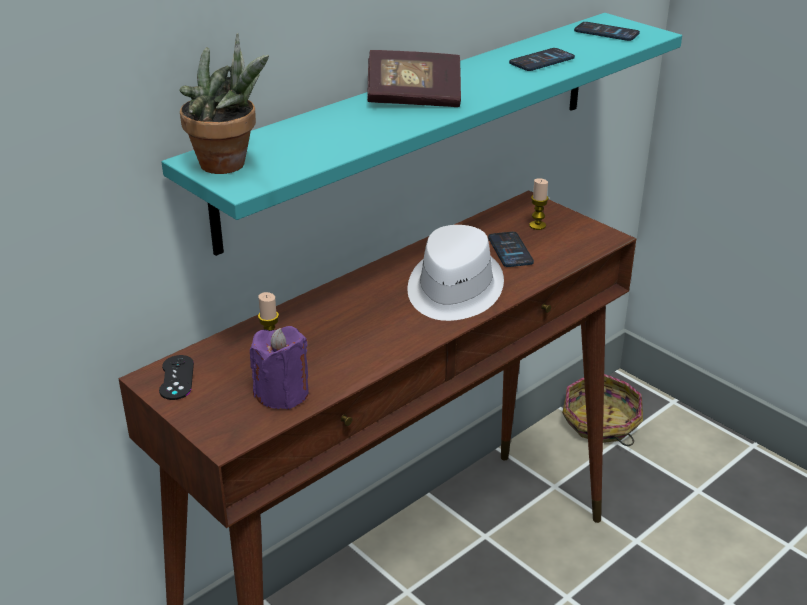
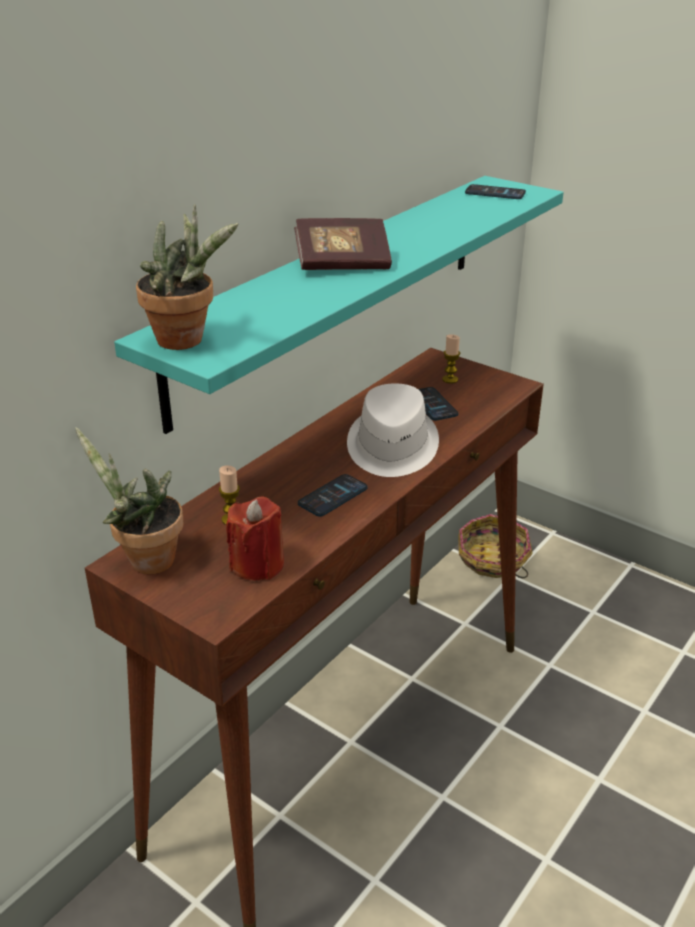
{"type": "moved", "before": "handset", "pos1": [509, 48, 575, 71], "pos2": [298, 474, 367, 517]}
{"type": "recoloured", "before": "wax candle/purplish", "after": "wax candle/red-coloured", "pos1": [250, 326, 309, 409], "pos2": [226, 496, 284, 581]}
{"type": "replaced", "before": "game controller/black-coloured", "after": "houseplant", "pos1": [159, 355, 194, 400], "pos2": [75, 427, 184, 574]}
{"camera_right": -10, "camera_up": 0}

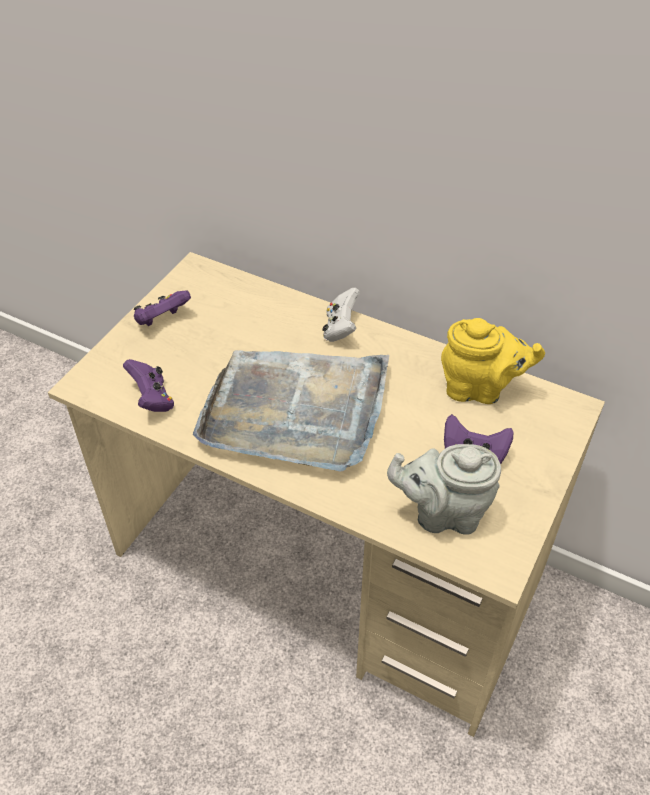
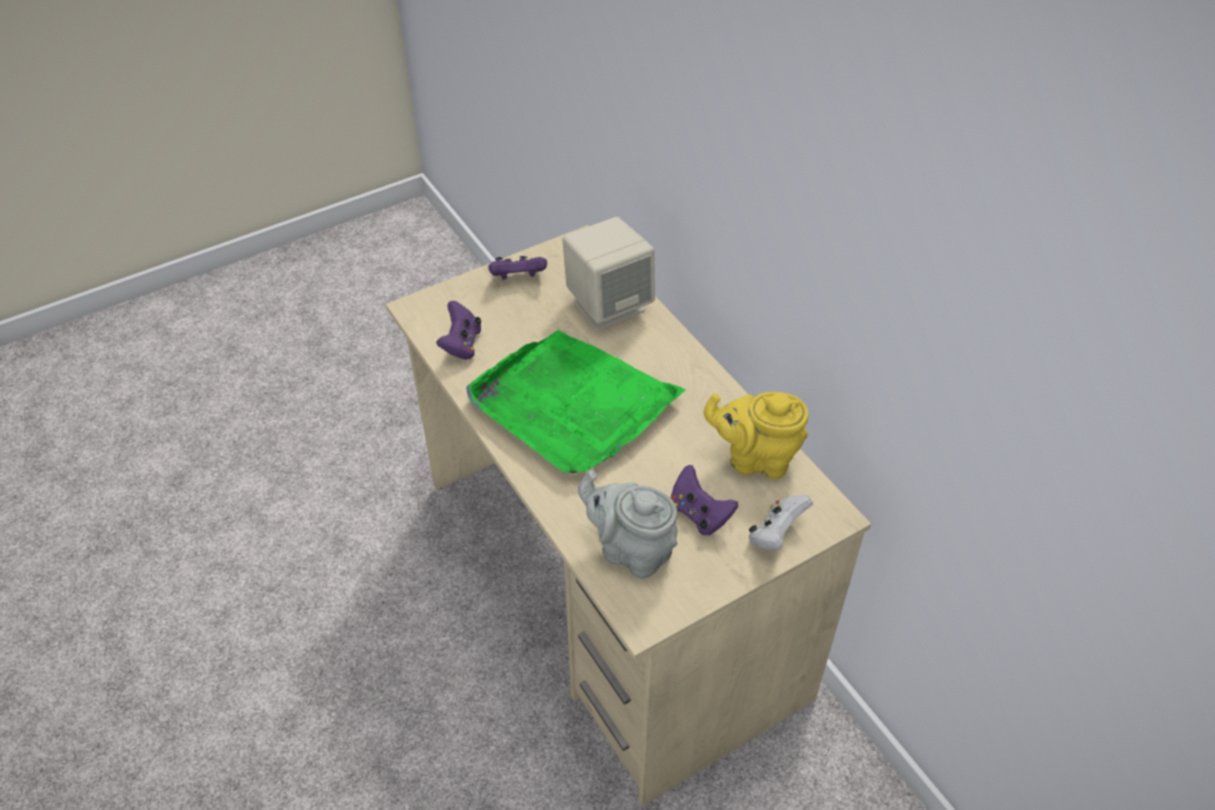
{"type": "moved", "before": "game controller/white-coloured", "pos1": [322, 288, 360, 342], "pos2": [749, 495, 813, 550]}
{"type": "turned", "before": "pot for tea/yellow-coloured", "pos1": [441, 318, 545, 404], "pos2": [704, 392, 808, 479], "turn": 150}
{"type": "recoloured", "before": "carrying tray/gray", "after": "carrying tray/green", "pos1": [193, 350, 389, 471], "pos2": [466, 330, 686, 474]}
{"type": "added", "after": "audio speaker/beige-coloured", "pos2": [562, 217, 655, 330]}
{"camera_right": 30, "camera_up": 0}

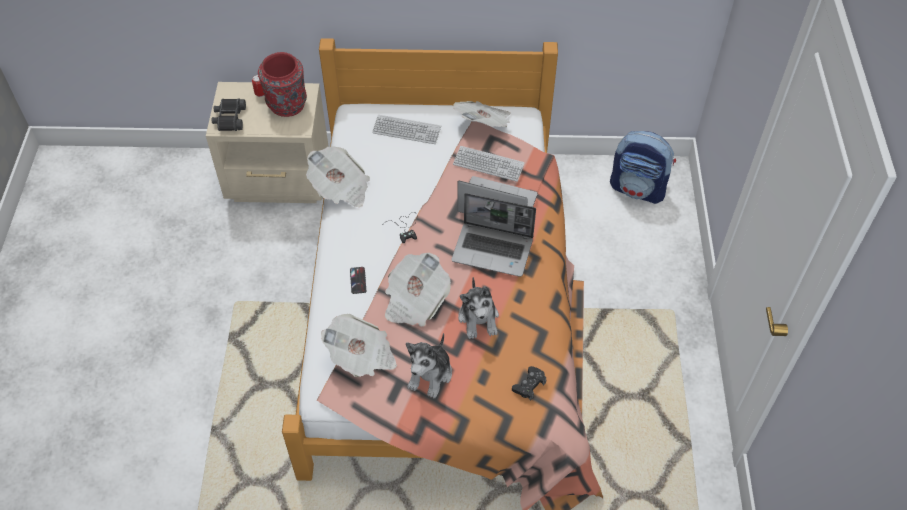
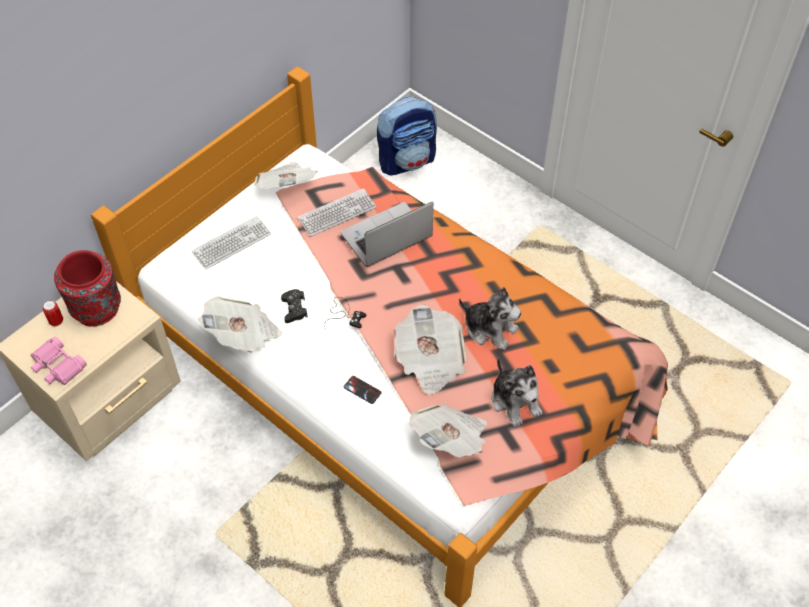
{"type": "recoloured", "before": "pair of binoculars/black-coloured", "after": "pair of binoculars/pink-coloured", "pos1": [212, 99, 246, 131], "pos2": [31, 336, 87, 385]}
{"type": "removed", "before": "notebook computer", "pos1": [452, 193, 536, 277]}
{"type": "moved", "before": "game controller/black-coloured", "pos1": [512, 366, 546, 400], "pos2": [281, 289, 308, 323]}
{"camera_right": -50, "camera_up": 0}

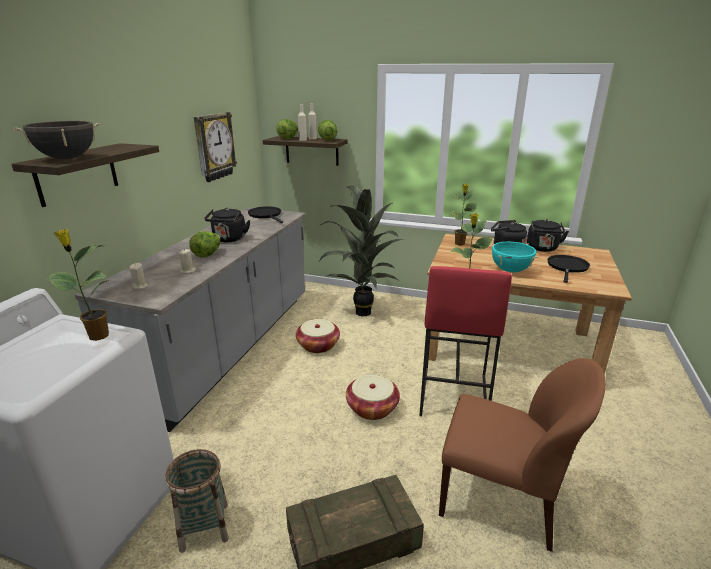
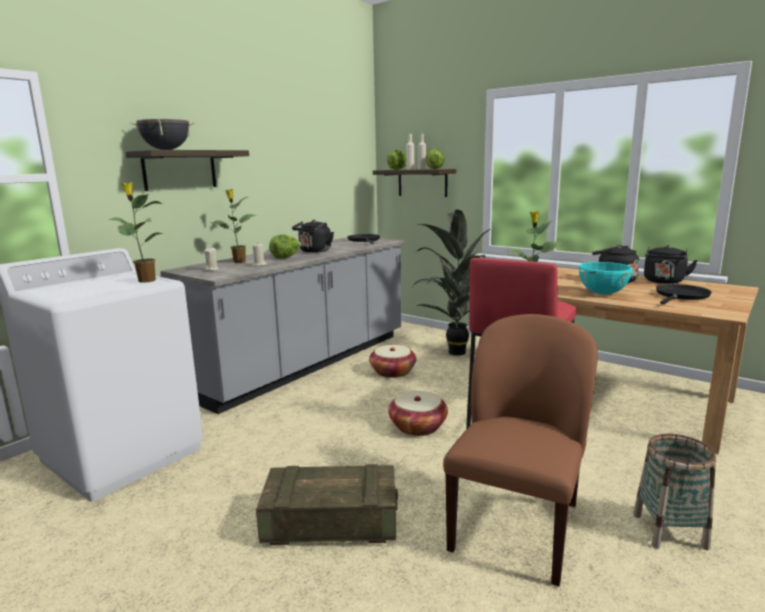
{"type": "removed", "before": "clock on the wall", "pos1": [194, 112, 237, 182]}
{"type": "moved", "before": "houseplant", "pos1": [449, 184, 477, 245], "pos2": [210, 189, 257, 263]}
{"type": "turned", "before": "chair/brown", "pos1": [439, 358, 606, 552], "pos2": [443, 314, 598, 587], "turn": -105}
{"type": "moved", "before": "basket", "pos1": [165, 449, 229, 553], "pos2": [633, 433, 716, 550]}
{"camera_right": 20, "camera_up": -10}

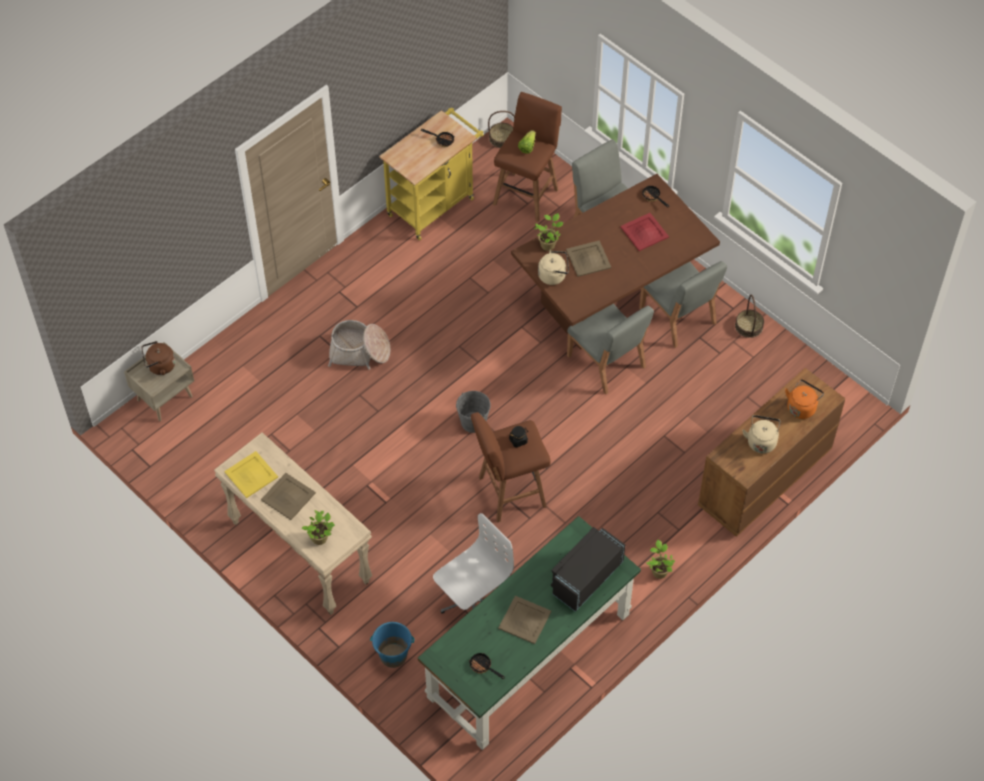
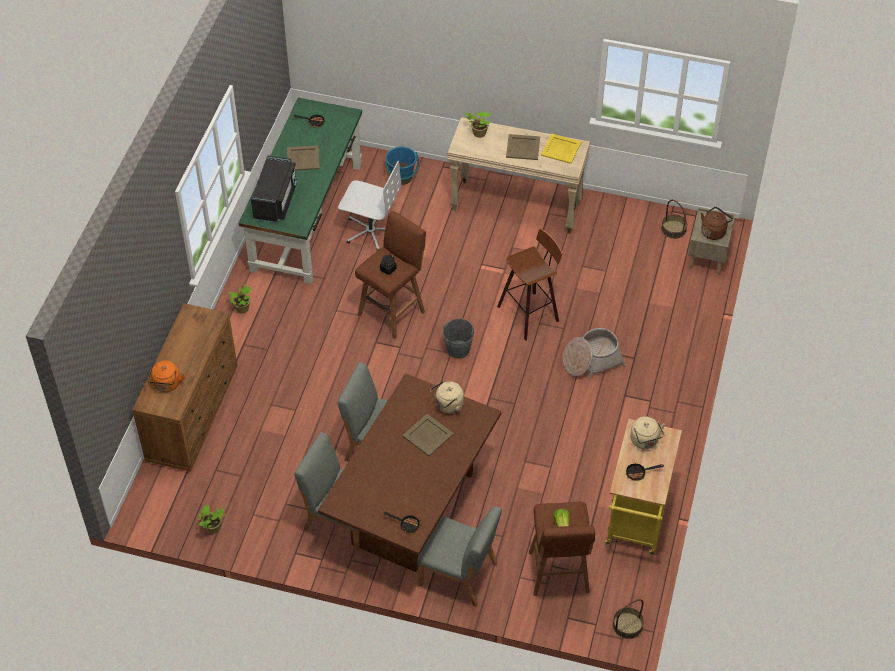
{"type": "moved", "before": "houseplant", "pos1": [534, 213, 563, 251], "pos2": [198, 505, 225, 534]}
{"type": "removed", "before": "carrying tray/red-coloured", "pos1": [620, 213, 669, 251]}
{"type": "moved", "before": "basket", "pos1": [735, 295, 764, 338], "pos2": [661, 200, 687, 239]}
{"type": "moved", "before": "kettle/beige-coloured", "pos1": [742, 415, 780, 454], "pos2": [630, 417, 665, 449]}
{"type": "turned", "before": "office chair/white-coloured", "pos1": [433, 513, 514, 613], "pos2": [338, 161, 401, 251], "turn": -90}
{"type": "added", "after": "sitting stool", "pos2": [497, 229, 562, 341]}
{"camera_right": 150, "camera_up": -5}

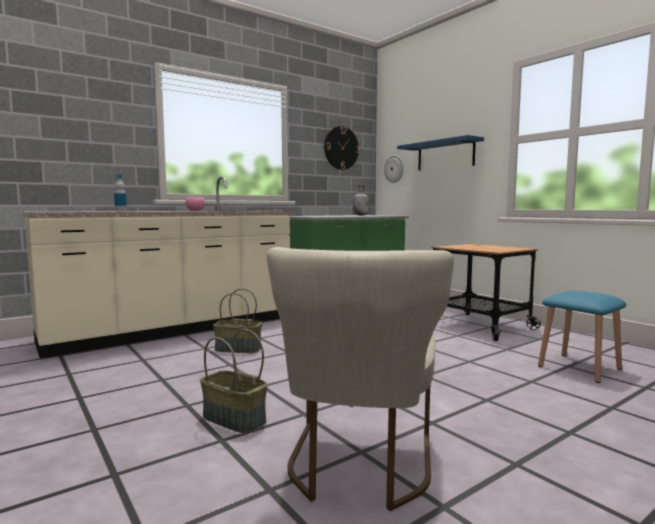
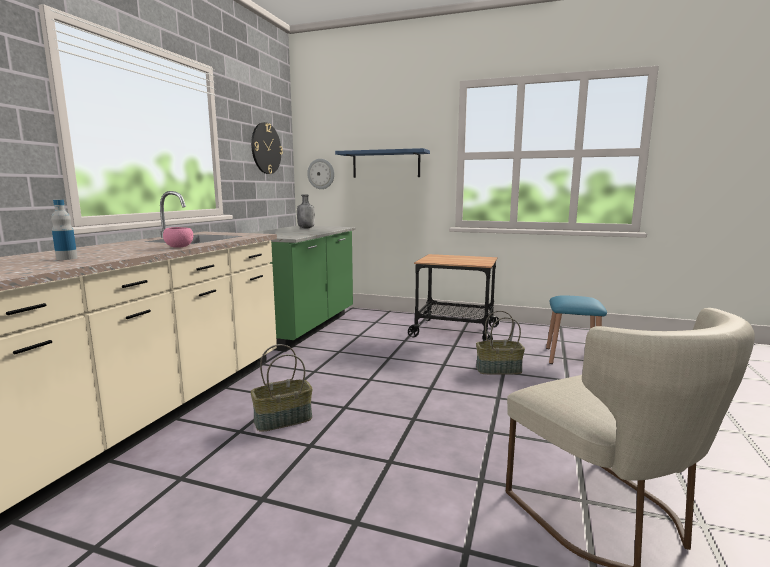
{"type": "moved", "before": "basket", "pos1": [200, 329, 267, 433], "pos2": [476, 311, 525, 374]}
{"camera_right": -35, "camera_up": 5}

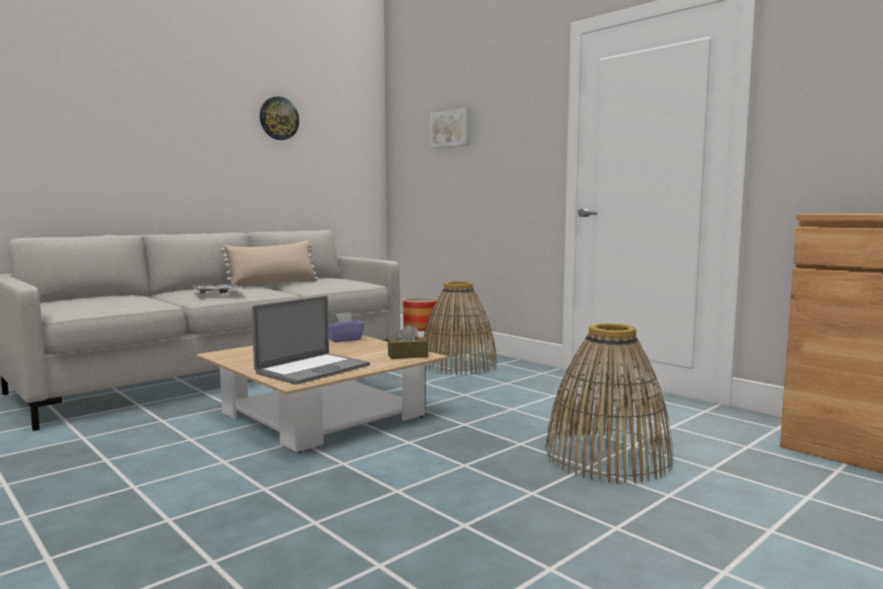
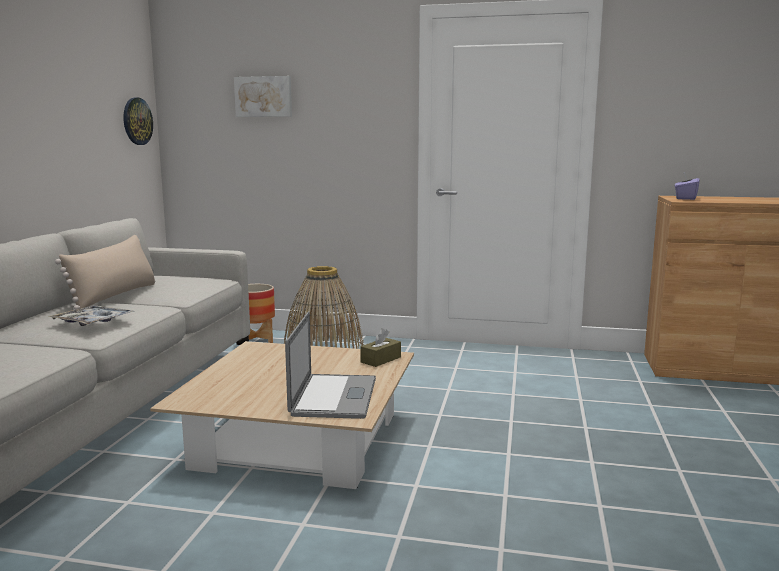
{"type": "moved", "before": "clock on the wall", "pos1": [260, 96, 299, 140], "pos2": [123, 98, 153, 145]}
{"type": "moved", "before": "tissue box/purplish", "pos1": [329, 312, 365, 342], "pos2": [675, 172, 700, 200]}
{"type": "removed", "before": "basket", "pos1": [545, 323, 674, 484]}
{"camera_right": -35, "camera_up": 5}

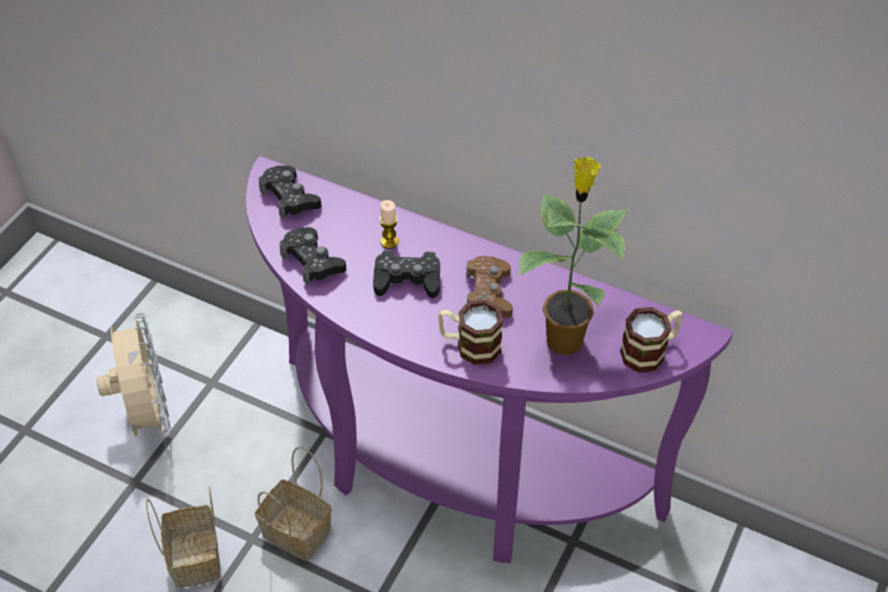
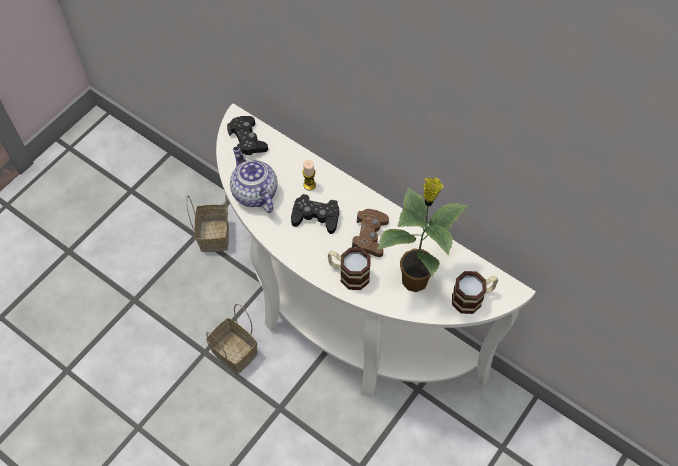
{"type": "recoloured", "before": "hall table/purplish", "after": "hall table/white-coloured", "pos1": [246, 156, 734, 563], "pos2": [216, 103, 536, 398]}
{"type": "replaced", "before": "game controller/black-coloured", "after": "pot for tea", "pos1": [280, 227, 346, 285], "pos2": [230, 147, 278, 213]}
{"type": "removed", "before": "cooling fan/beige-coloured", "pos1": [96, 313, 171, 439]}
{"type": "moved", "before": "basket", "pos1": [146, 487, 220, 588], "pos2": [186, 194, 229, 252]}
{"camera_right": 10, "camera_up": 10}

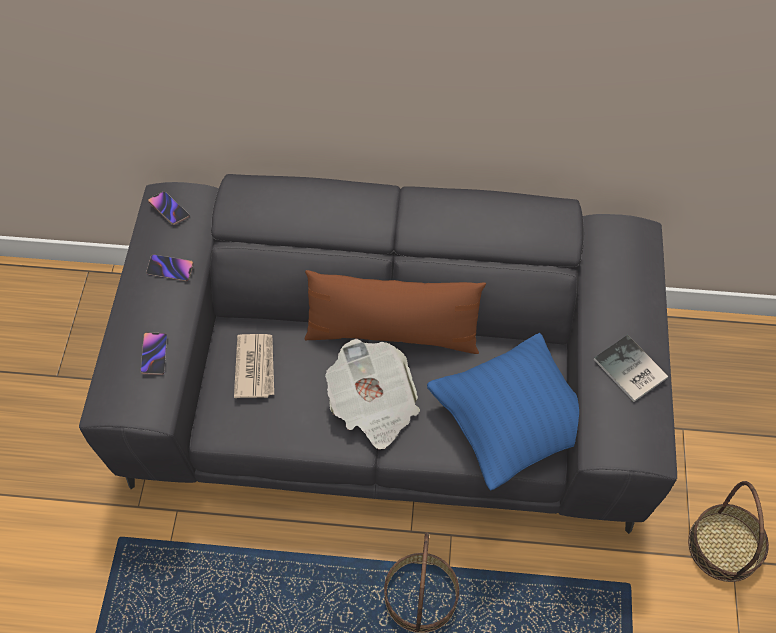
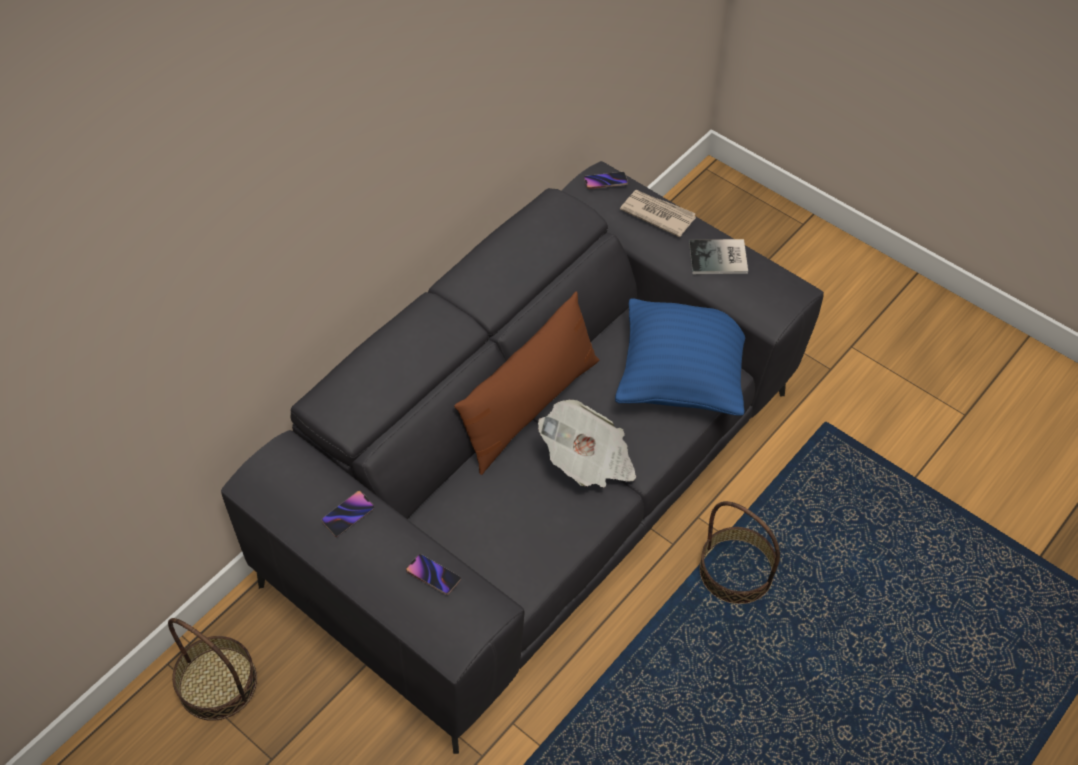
{"type": "moved", "before": "handset", "pos1": [148, 192, 189, 225], "pos2": [584, 172, 628, 189]}
{"type": "moved", "before": "printed paper", "pos1": [234, 334, 274, 398], "pos2": [620, 190, 696, 237]}
{"type": "moved", "before": "basket", "pos1": [688, 481, 769, 582], "pos2": [168, 618, 257, 721]}
{"camera_right": -55, "camera_up": -5}

